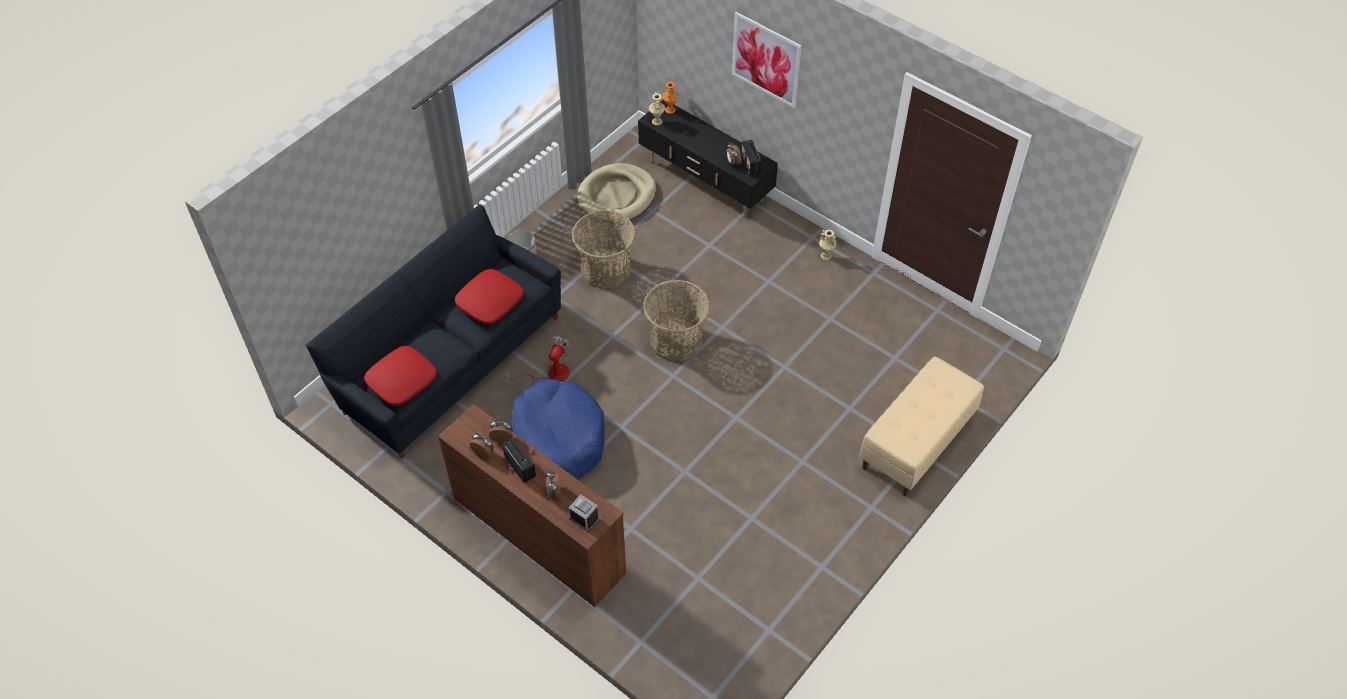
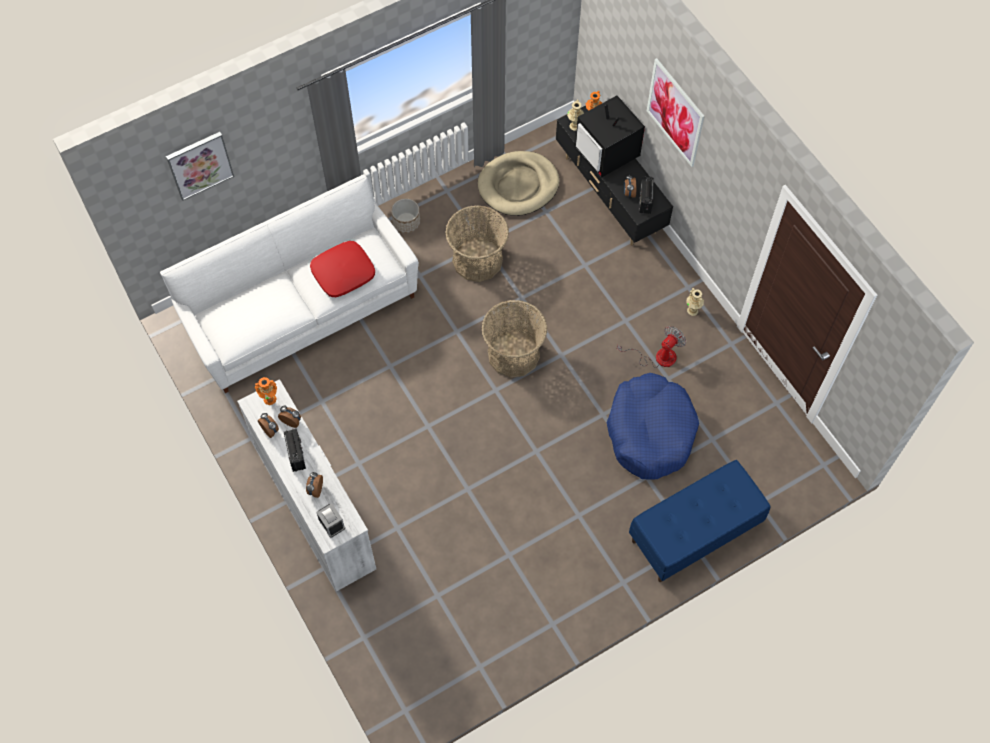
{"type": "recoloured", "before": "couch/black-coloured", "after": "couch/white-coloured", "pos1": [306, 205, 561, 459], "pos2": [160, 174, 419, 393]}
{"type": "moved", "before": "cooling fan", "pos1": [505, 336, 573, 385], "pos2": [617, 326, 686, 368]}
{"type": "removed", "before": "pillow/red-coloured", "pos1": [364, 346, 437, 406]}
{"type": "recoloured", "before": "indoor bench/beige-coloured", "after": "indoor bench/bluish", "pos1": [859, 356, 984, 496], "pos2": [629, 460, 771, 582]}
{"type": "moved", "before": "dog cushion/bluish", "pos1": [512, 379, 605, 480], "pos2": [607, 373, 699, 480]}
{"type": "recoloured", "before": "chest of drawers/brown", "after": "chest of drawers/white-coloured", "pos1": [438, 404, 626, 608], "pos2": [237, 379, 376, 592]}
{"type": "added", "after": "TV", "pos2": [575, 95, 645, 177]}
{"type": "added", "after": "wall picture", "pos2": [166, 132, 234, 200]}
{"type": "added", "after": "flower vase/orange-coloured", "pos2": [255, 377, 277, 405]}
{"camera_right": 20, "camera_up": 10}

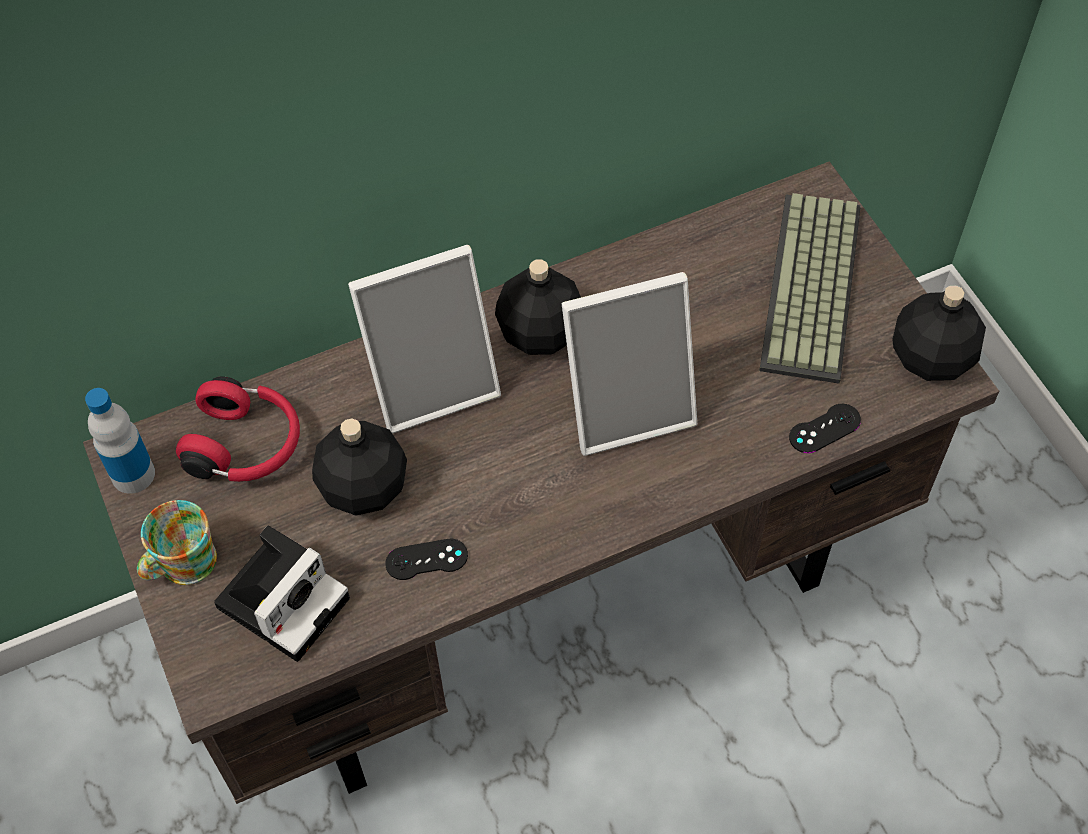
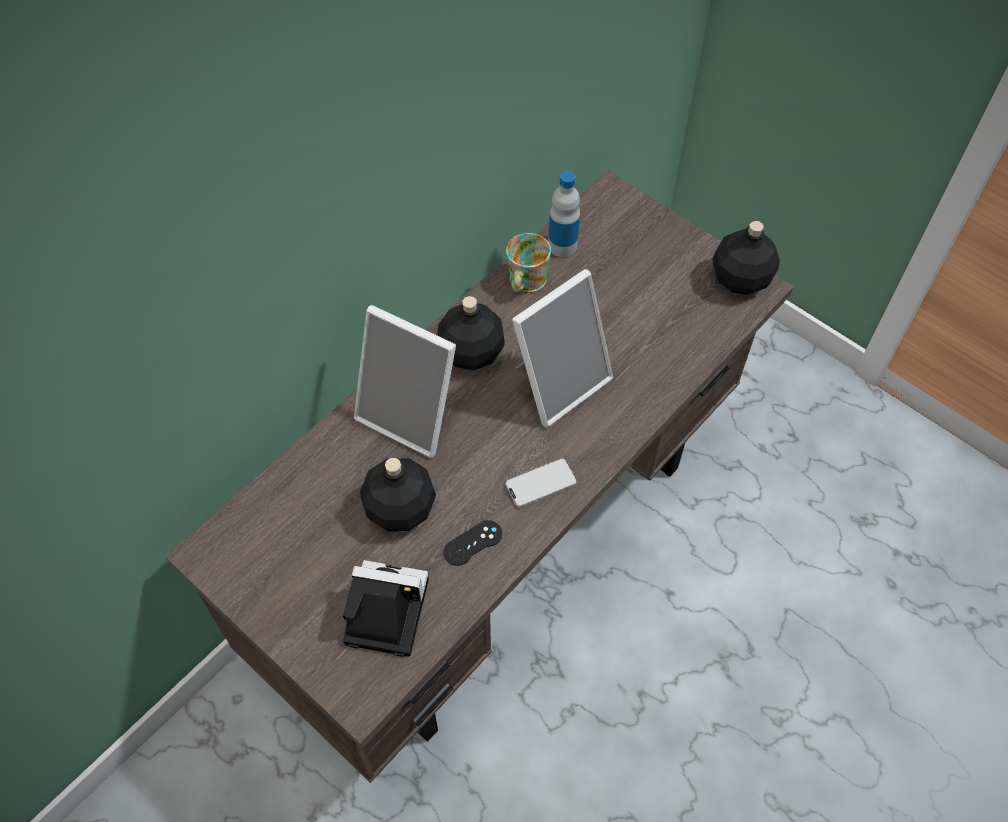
{"type": "removed", "before": "PC keyboard", "pos1": [759, 193, 861, 383]}
{"type": "turned", "before": "photo frame", "pos1": [348, 245, 501, 434], "pos2": [354, 305, 456, 458], "turn": 75}
{"type": "removed", "before": "headset/red-coloured", "pos1": [176, 376, 300, 482]}
{"type": "moved", "before": "beverage bottle", "pos1": [85, 388, 155, 494], "pos2": [548, 171, 580, 257]}
{"type": "removed", "before": "game controller/black-coloured", "pos1": [789, 404, 861, 453]}
{"type": "moved", "before": "mug", "pos1": [137, 500, 217, 585], "pos2": [506, 233, 551, 293]}
{"type": "turned", "before": "still camera", "pos1": [214, 525, 350, 662], "pos2": [343, 560, 429, 657], "turn": -90}
{"type": "added", "after": "handset", "pos2": [505, 458, 578, 508]}
{"camera_right": -25, "camera_up": 0}

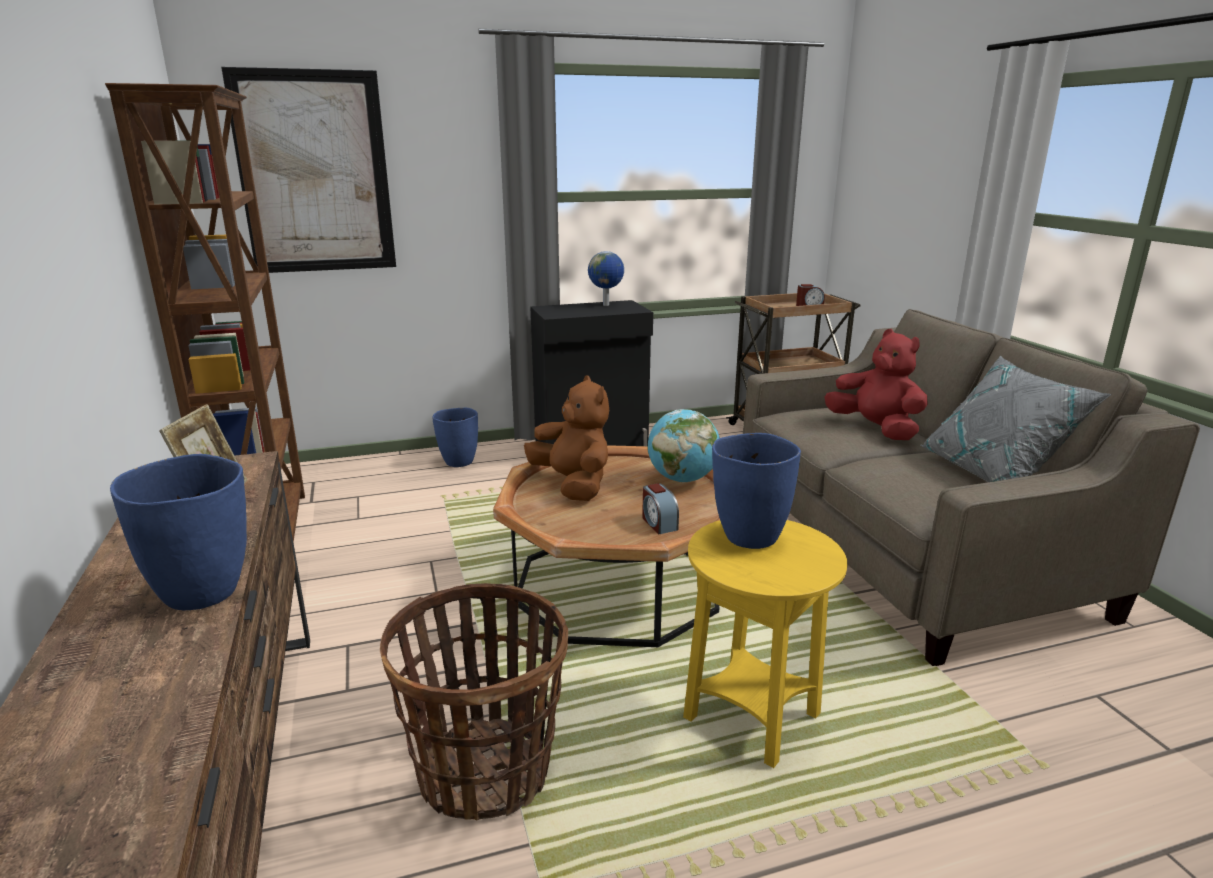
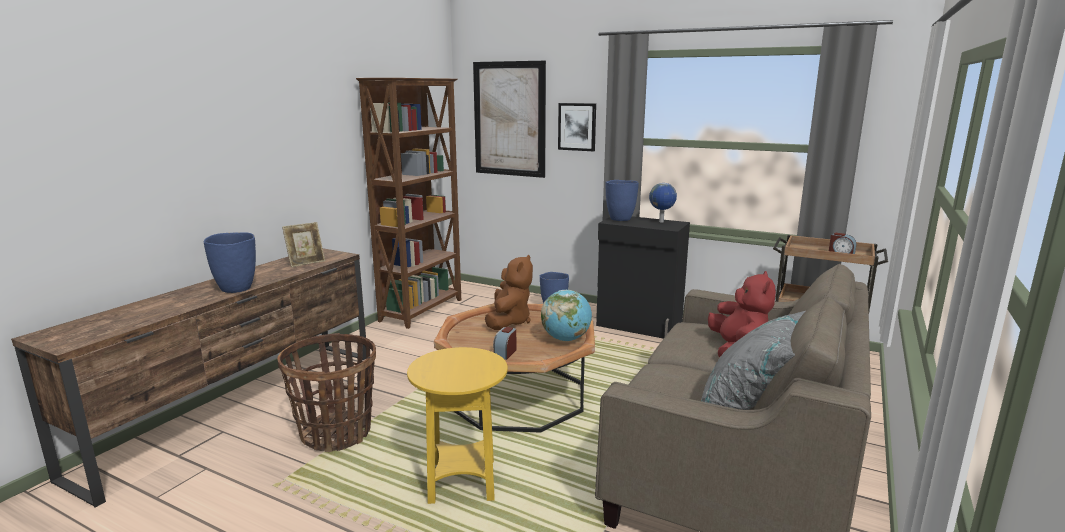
{"type": "moved", "before": "flower vase/bluish", "pos1": [712, 433, 801, 549], "pos2": [606, 180, 639, 221]}
{"type": "added", "after": "wall picture", "pos2": [558, 103, 596, 151]}
{"camera_right": 45, "camera_up": -5}

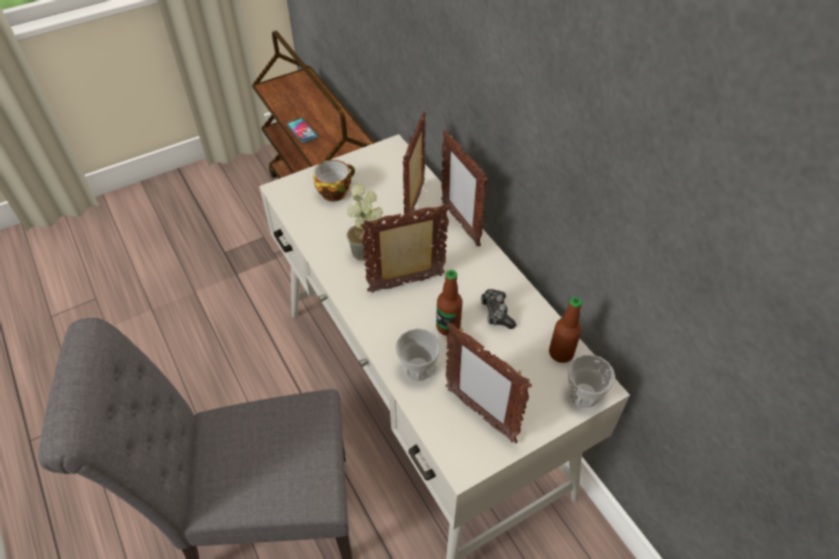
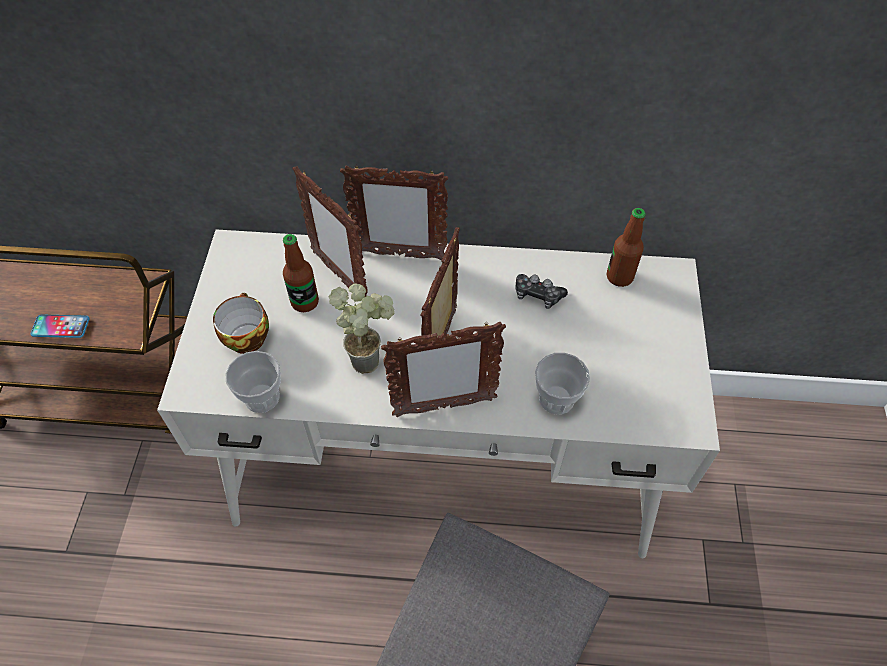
{"type": "moved", "before": "beverage bottle", "pos1": [436, 270, 463, 336], "pos2": [283, 234, 319, 312]}
{"type": "moved", "before": "photo frame", "pos1": [445, 323, 532, 443], "pos2": [381, 322, 506, 417]}
{"type": "moved", "before": "small cup", "pos1": [568, 355, 615, 408], "pos2": [225, 351, 281, 413]}
{"camera_right": -55, "camera_up": 5}

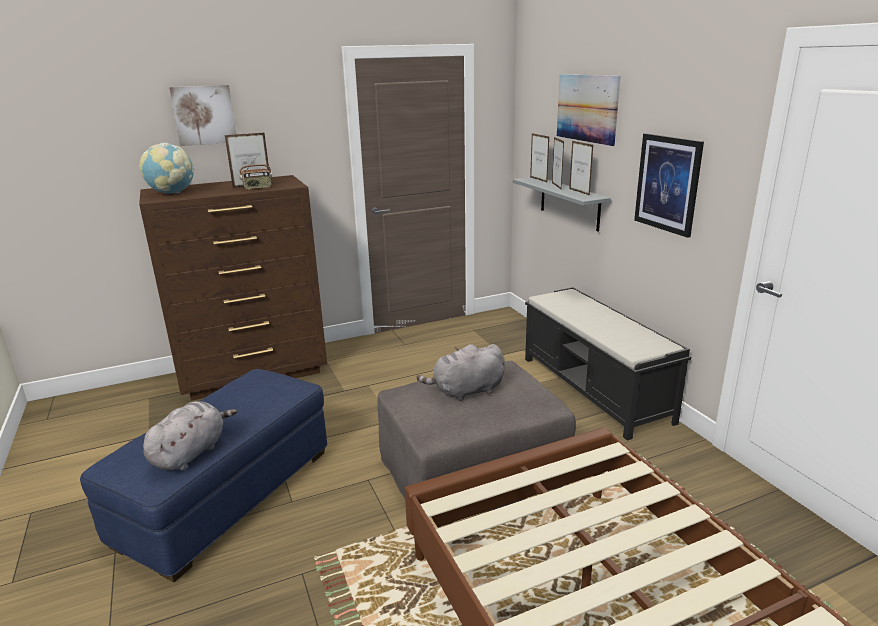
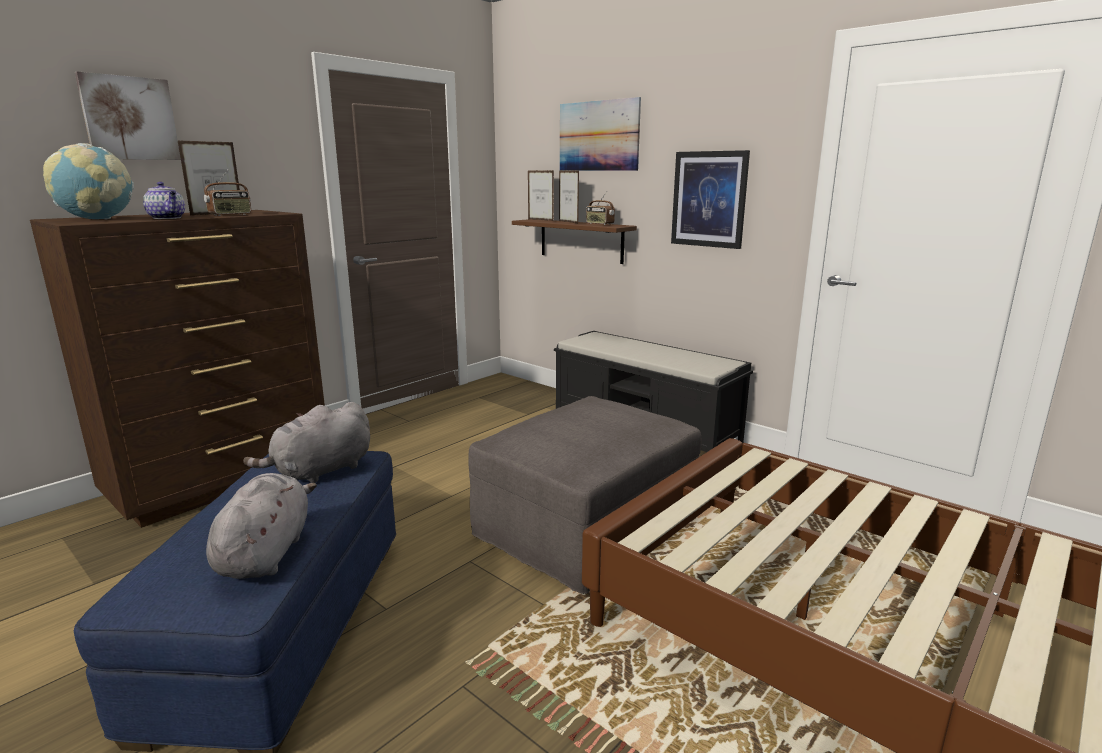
{"type": "replaced", "before": "photo frame", "after": "radio", "pos1": [569, 141, 593, 196], "pos2": [586, 192, 615, 225]}
{"type": "recoloured", "before": "bracket shelf/gray", "after": "bracket shelf/brown", "pos1": [513, 177, 611, 231], "pos2": [512, 219, 637, 264]}
{"type": "moved", "before": "soft toy/gray", "pos1": [417, 344, 505, 401], "pos2": [243, 402, 370, 483]}
{"type": "added", "after": "pot for tea", "pos2": [143, 182, 185, 219]}
{"camera_right": -25, "camera_up": -5}

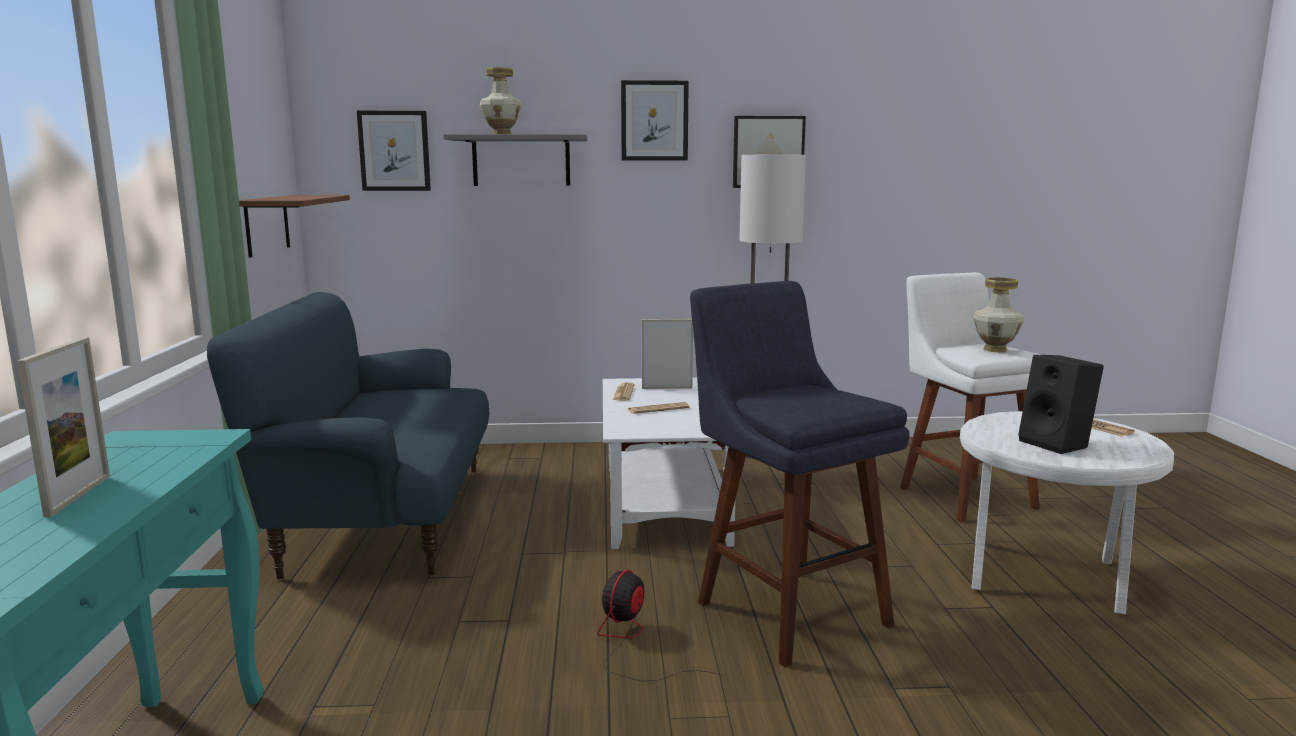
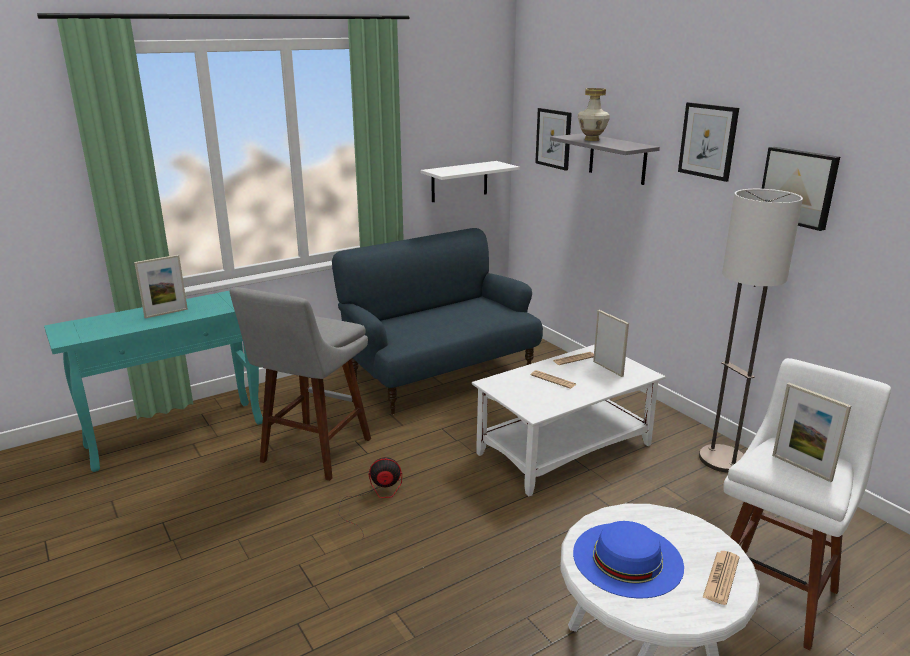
{"type": "recoloured", "before": "bracket shelf/brown", "after": "bracket shelf/white-coloured", "pos1": [239, 195, 350, 258], "pos2": [421, 161, 520, 202]}
{"type": "replaced", "before": "flower vase", "after": "photo frame", "pos1": [973, 277, 1024, 352], "pos2": [772, 383, 851, 482]}
{"type": "removed", "before": "sitting stool/bluish", "pos1": [690, 281, 909, 667]}
{"type": "replaced", "before": "audio speaker/black-coloured", "after": "wearable hat/bluish", "pos1": [1018, 355, 1104, 454], "pos2": [573, 521, 684, 598]}
{"type": "added", "after": "sitting stool/gray", "pos2": [230, 287, 371, 481]}
{"camera_right": 60, "camera_up": 10}

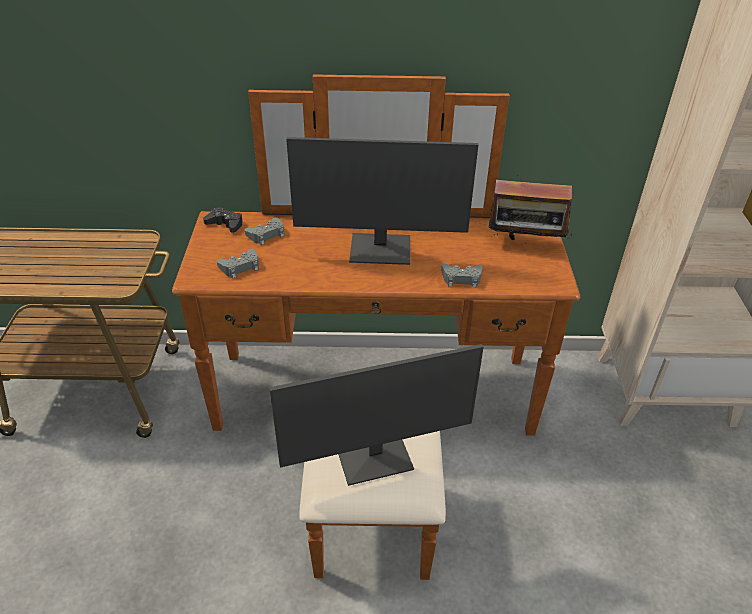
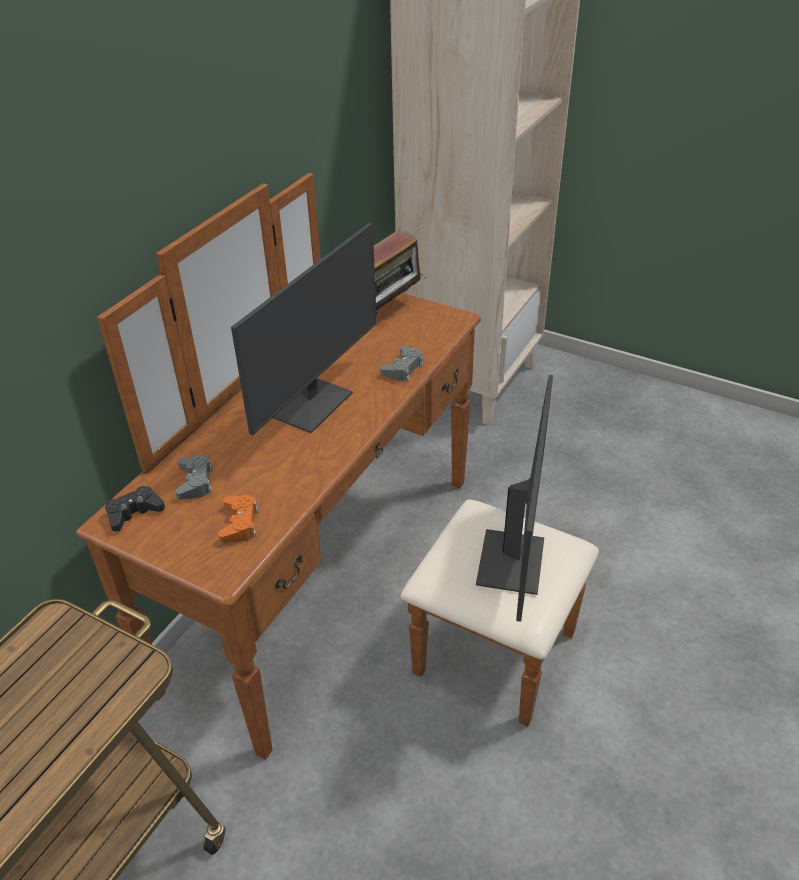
{"type": "recoloured", "before": "game controller/gray", "after": "game controller/orange-coloured", "pos1": [217, 249, 259, 278], "pos2": [218, 495, 259, 543]}
{"camera_right": -60, "camera_up": 0}

